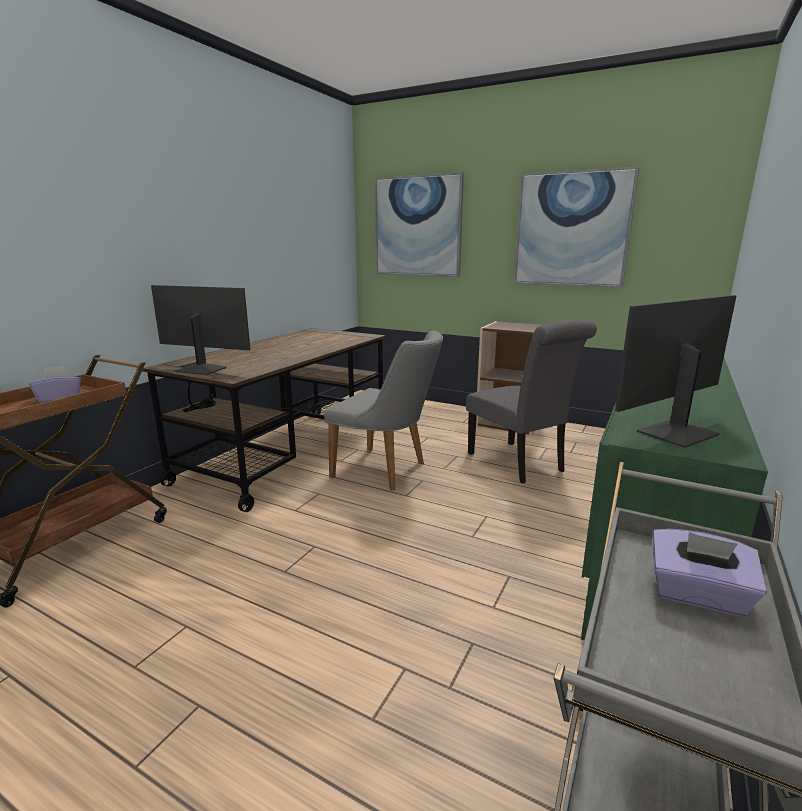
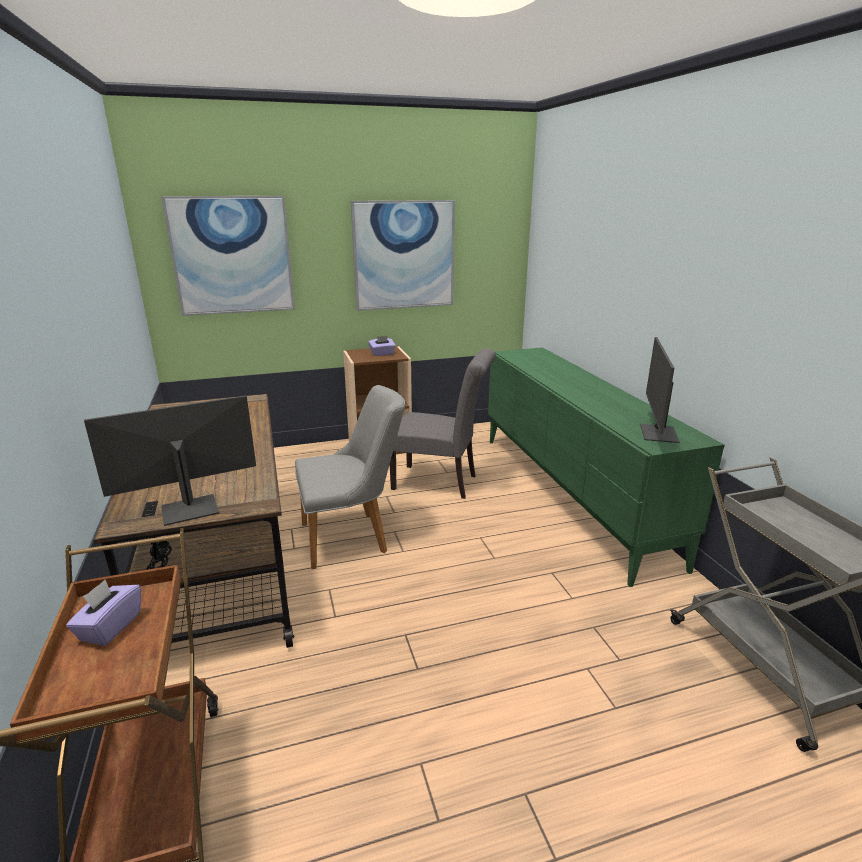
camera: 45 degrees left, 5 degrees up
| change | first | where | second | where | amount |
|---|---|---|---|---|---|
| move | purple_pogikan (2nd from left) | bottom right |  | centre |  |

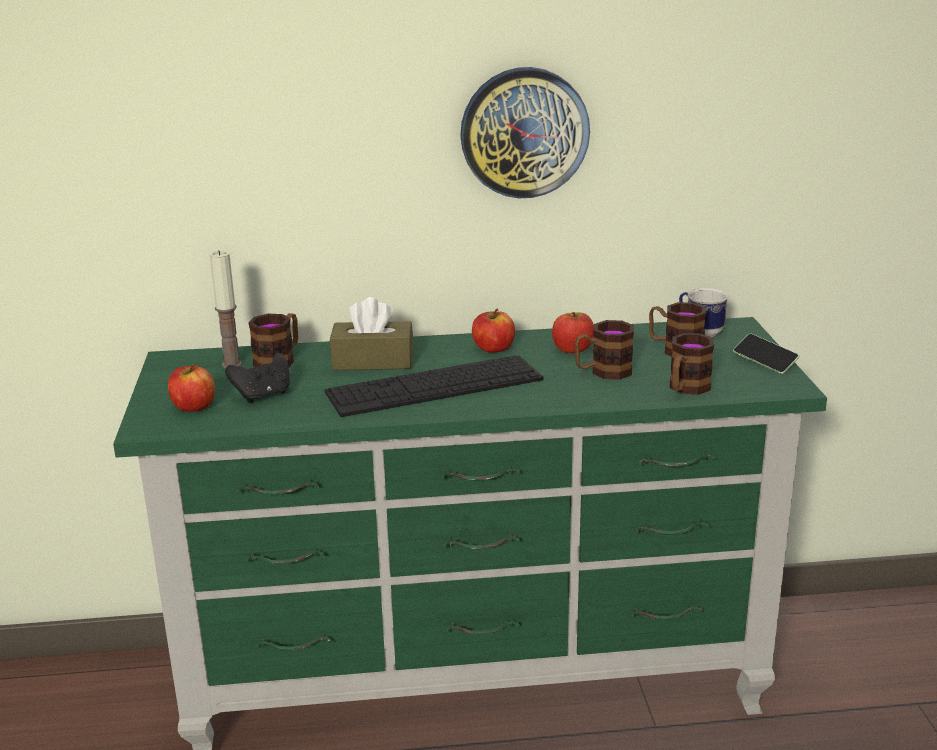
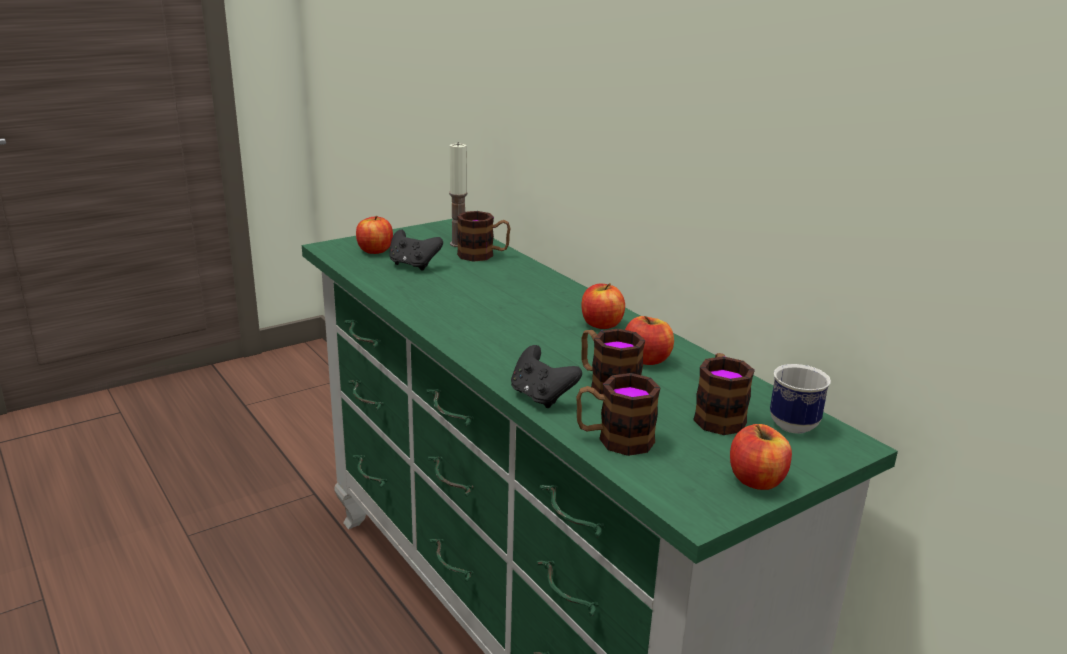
camera: 60 degrees right, 0 degrees up
| change | first | where | second | where | amount |
|---|---|---|---|---|---|
| insert |  |  | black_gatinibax (2nd from left) | centre |  |
| replace | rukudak | middle right | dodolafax (4th from left) | bottom right |  |
| delete | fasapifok | centre |  |  |  |
| delete | brown_pogikan | centre |  |  |  |
| delete | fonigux | top centre |  |  |  |

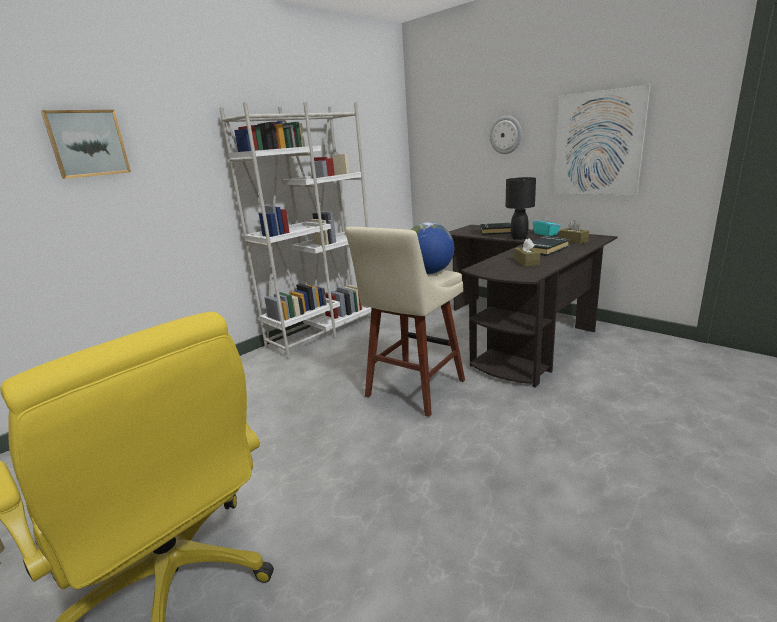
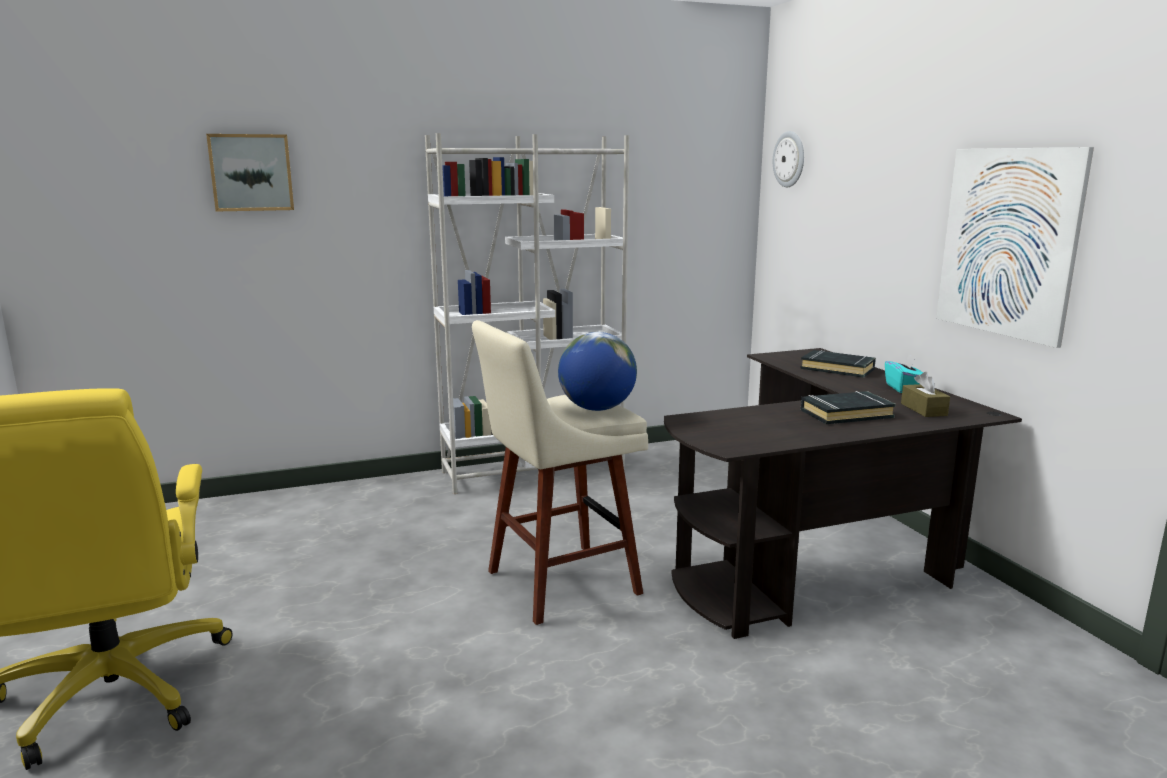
camera: 25 degrees right, 5 degrees down
| change | first | where | second | where | amount |
|---|---|---|---|---|---|
| move | fonigux | top centre |  | top right |  |
| delete | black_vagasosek | middle right |  |  |  |
| delete | brown_pogikan (1st from left) | middle right |  |  |  |

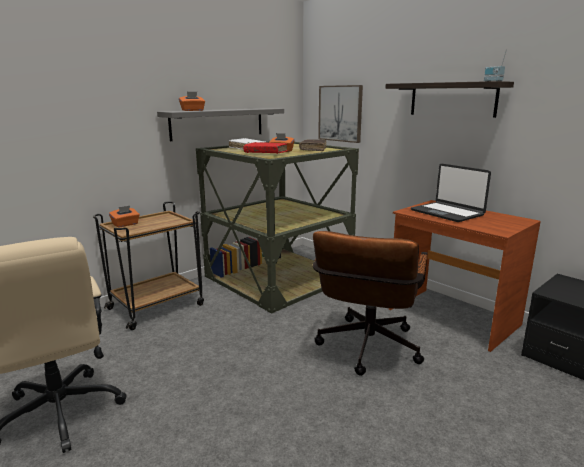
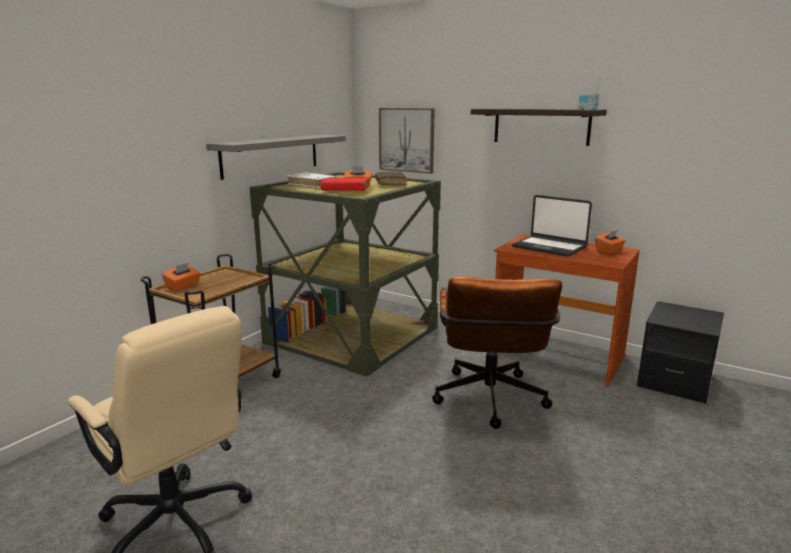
camera: 15 degrees left, 0 degrees up
| change | first | where | second | where | amount |
|---|---|---|---|---|---|
| move | orange_pogikan (2nd from left in the first image) | top left | orange_pogikan (3rd from left) | middle right |  |

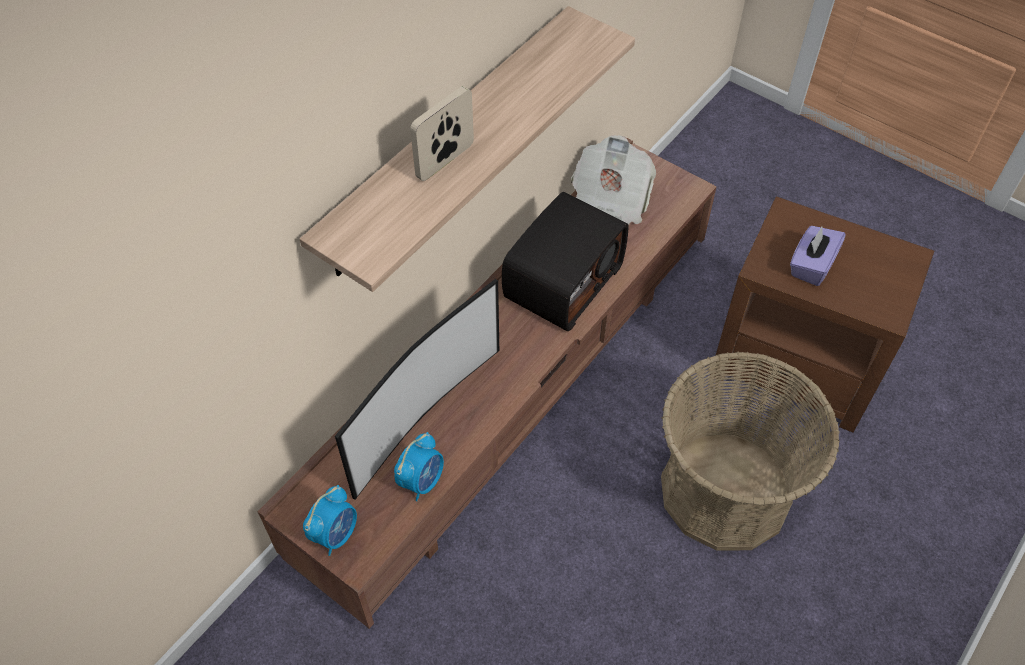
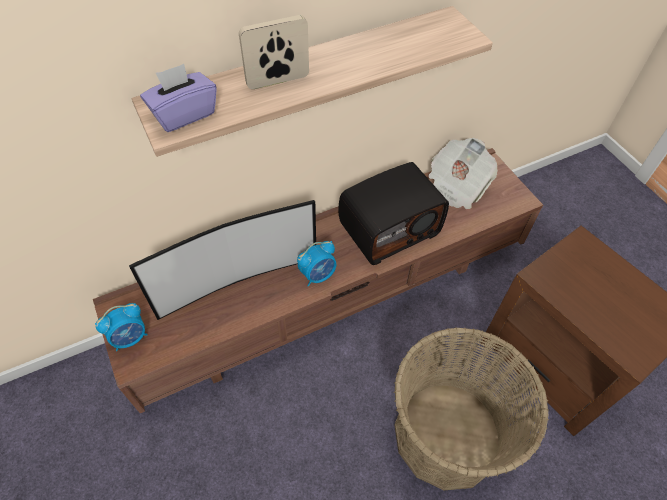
camera: 25 degrees right, 0 degrees up
| change | first | where | second | where | amount |
|---|---|---|---|---|---|
| move | purple_pogikan | middle right |  | top left |  |
| move | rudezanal (2nd from left) | bottom centre |  | centre |  |

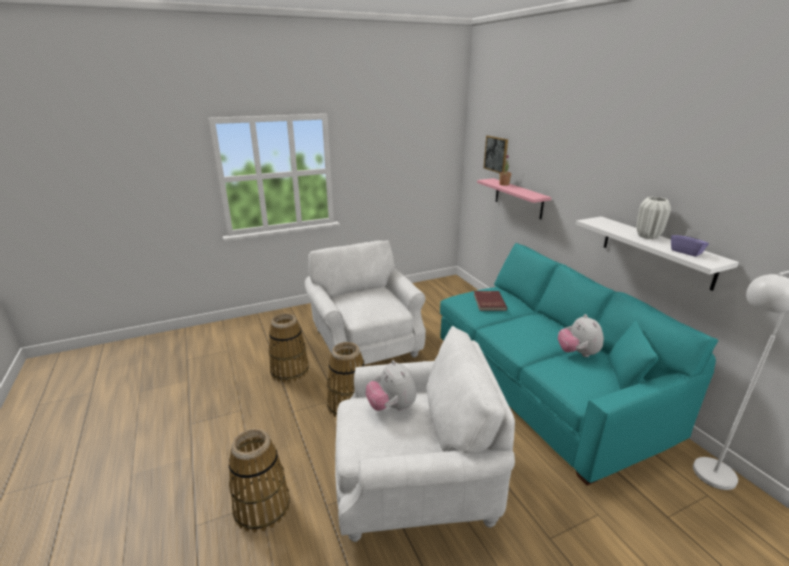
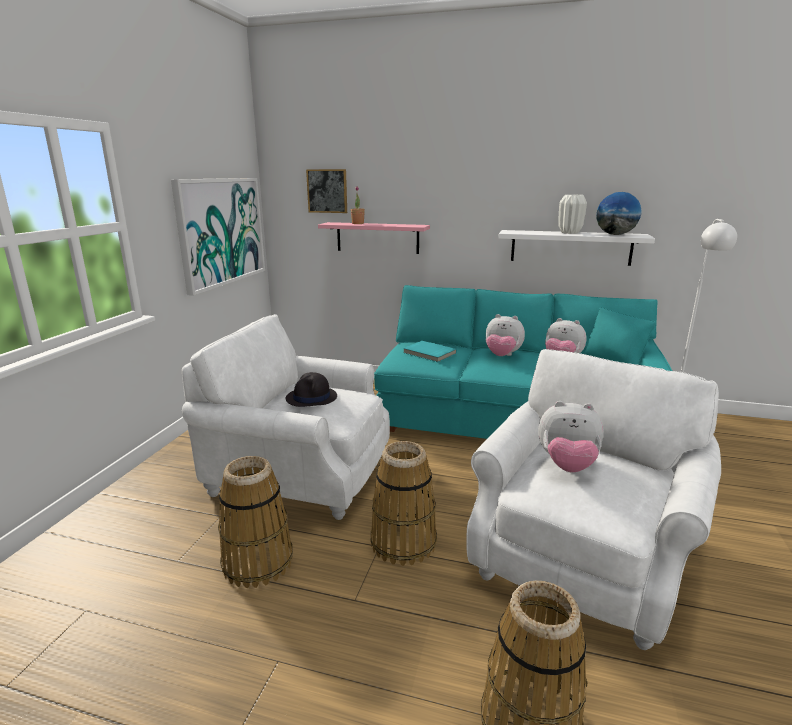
camera: 50 degrees left, 5 degrees down
| change | first | where | second | where | amount |
|---|---|---|---|---|---|
| insert |  |  | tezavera (1st from left) | top left |  |
| insert |  |  | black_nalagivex | centre |  |
| recolor | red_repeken | centre | turquoise_repeken | centre |  |
| insert |  |  | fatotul (1st from left) | centre |  |
| replace | purple_pogikan | middle right | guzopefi | top right |  |

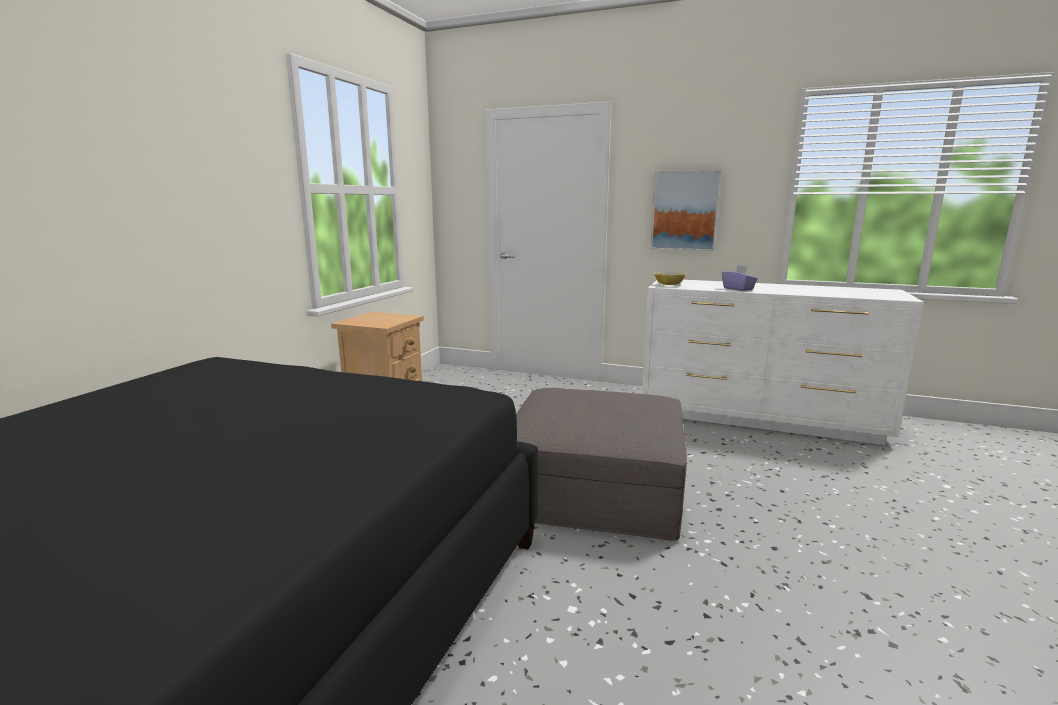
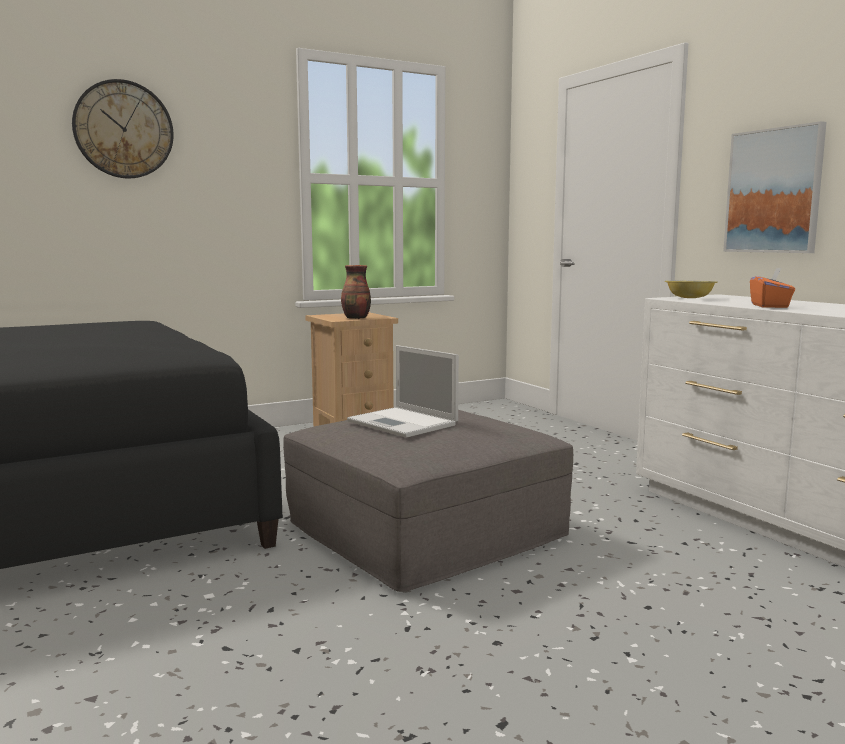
camera: 40 degrees right, 5 degrees down
| change | first | where | second | where | amount |
|---|---|---|---|---|---|
| insert |  |  | fonigux | top left |  |
| insert |  |  | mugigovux | centre |  |
| insert |  |  | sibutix | centre |  |
| recolor | purple_pogikan | middle right | orange_pogikan | middle right |  |

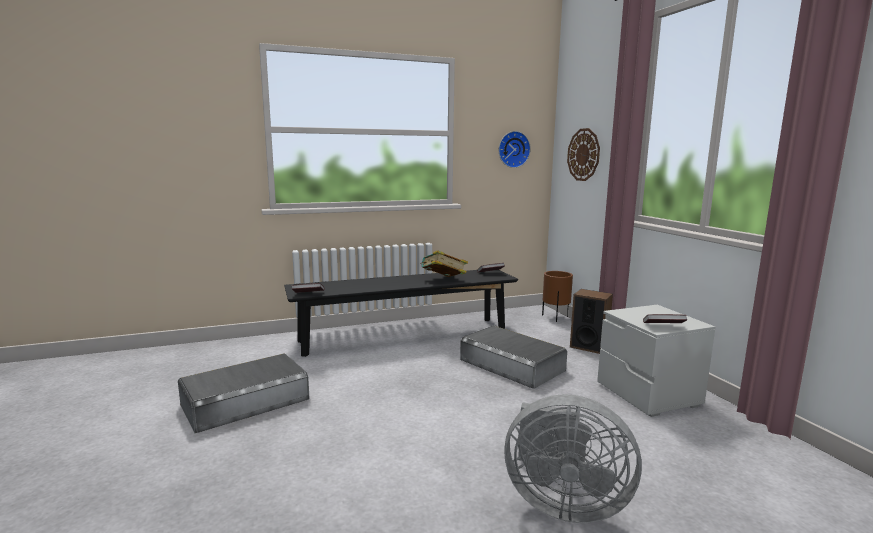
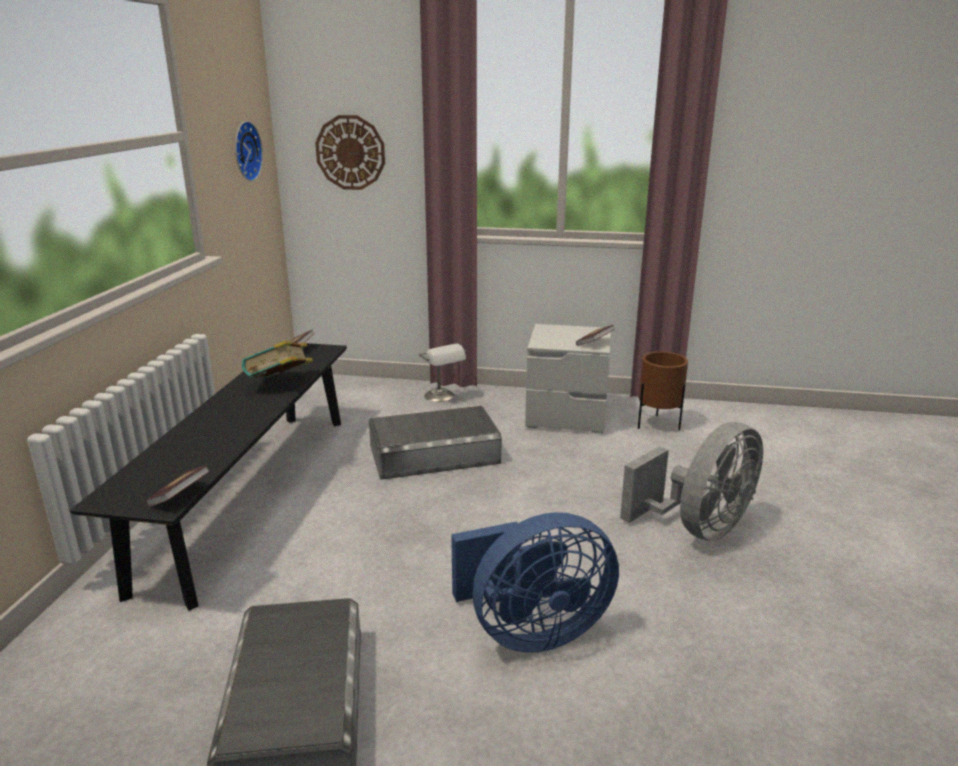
camera: 60 degrees left, 10 degrees up
| change | first | where | second | where | amount |
|---|---|---|---|---|---|
| replace | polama | middle right | white_vagasosek | centre |  |
| insert |  |  | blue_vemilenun | bottom centre |  |
| move | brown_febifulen | centre |  | middle right |  |

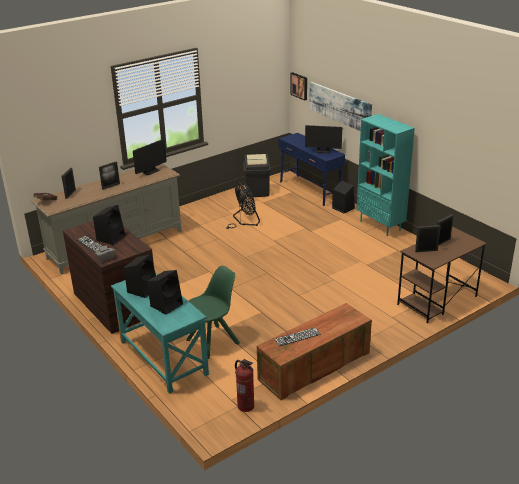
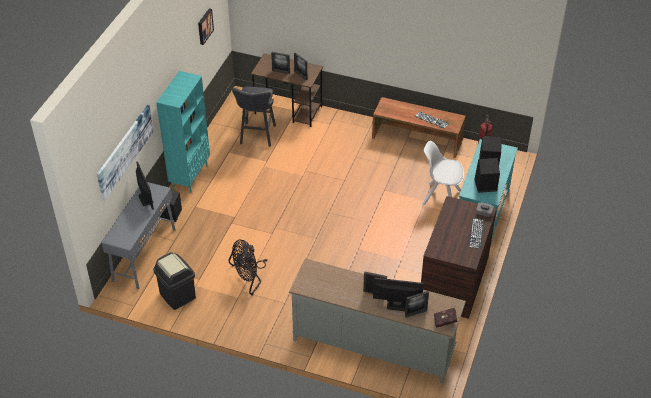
camera: 125 degrees left, 15 degrees up
| change | first | where | second | where | amount |
|---|---|---|---|---|---|
| recolor | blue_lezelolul | centre | grey_lezelolul | middle left |  |
| move | tezavera (1st from left in the first image) | top centre | tezavera (2nd from left) | top left |  |
| rotate | black_vemilenun | centre |  | bottom centre | 60 degrees counterclockwise |
| insert |  |  | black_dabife | top centre |  |
| move | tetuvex (1st from left in the first image) | top left | tetuvex (2nd from left) | bottom centre |  |
| recolor | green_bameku | centre | white_bameku | middle right |  |
| delete | black_polama (1st from left) | middle left |  |  |  |

